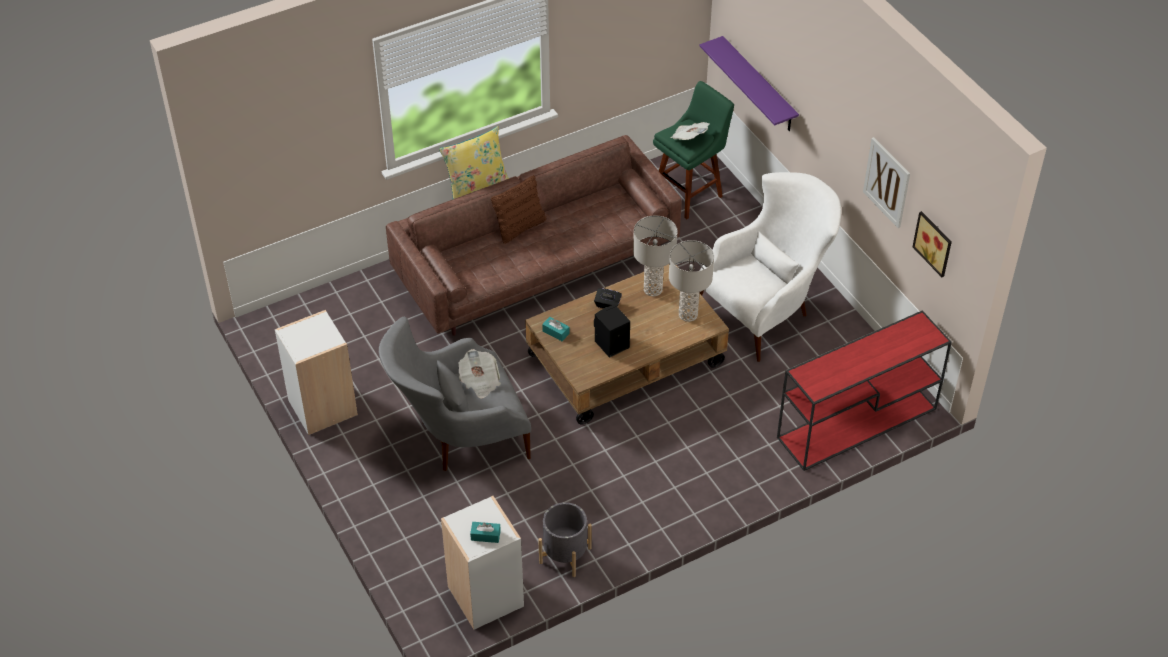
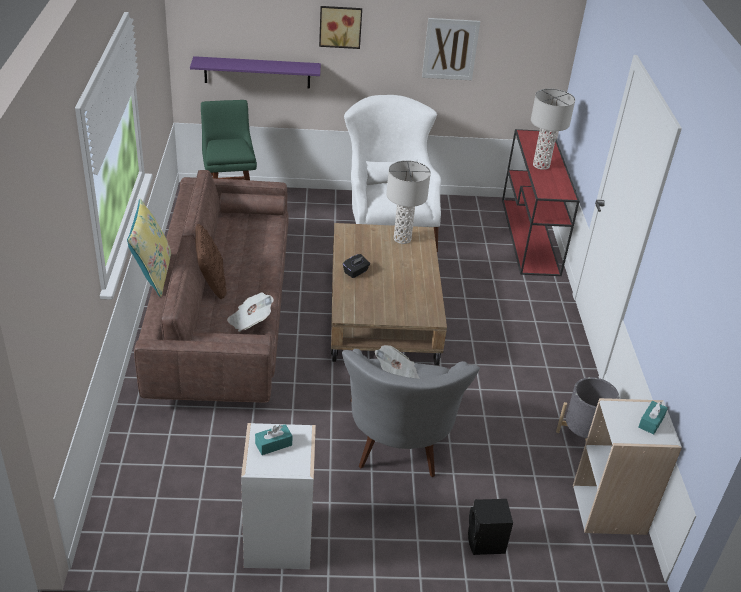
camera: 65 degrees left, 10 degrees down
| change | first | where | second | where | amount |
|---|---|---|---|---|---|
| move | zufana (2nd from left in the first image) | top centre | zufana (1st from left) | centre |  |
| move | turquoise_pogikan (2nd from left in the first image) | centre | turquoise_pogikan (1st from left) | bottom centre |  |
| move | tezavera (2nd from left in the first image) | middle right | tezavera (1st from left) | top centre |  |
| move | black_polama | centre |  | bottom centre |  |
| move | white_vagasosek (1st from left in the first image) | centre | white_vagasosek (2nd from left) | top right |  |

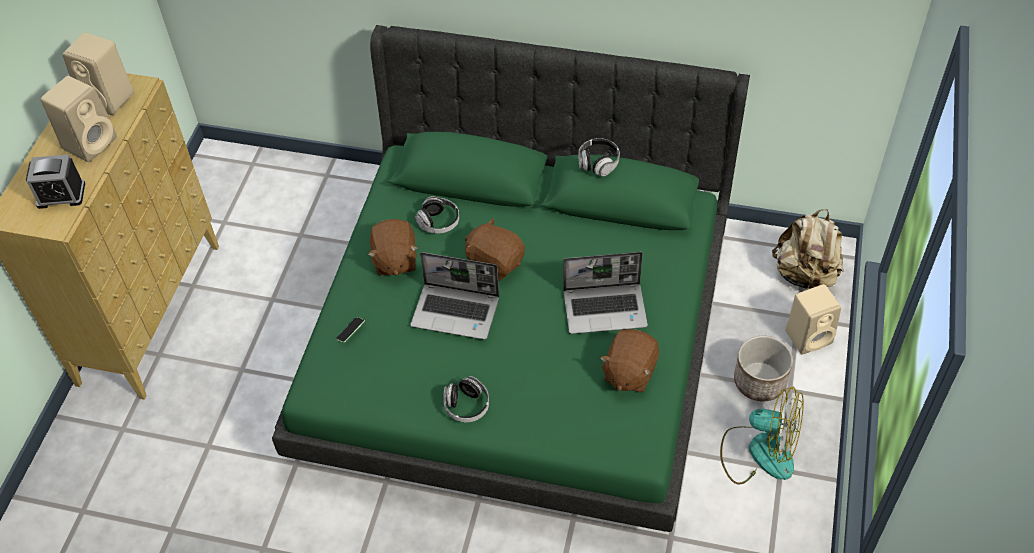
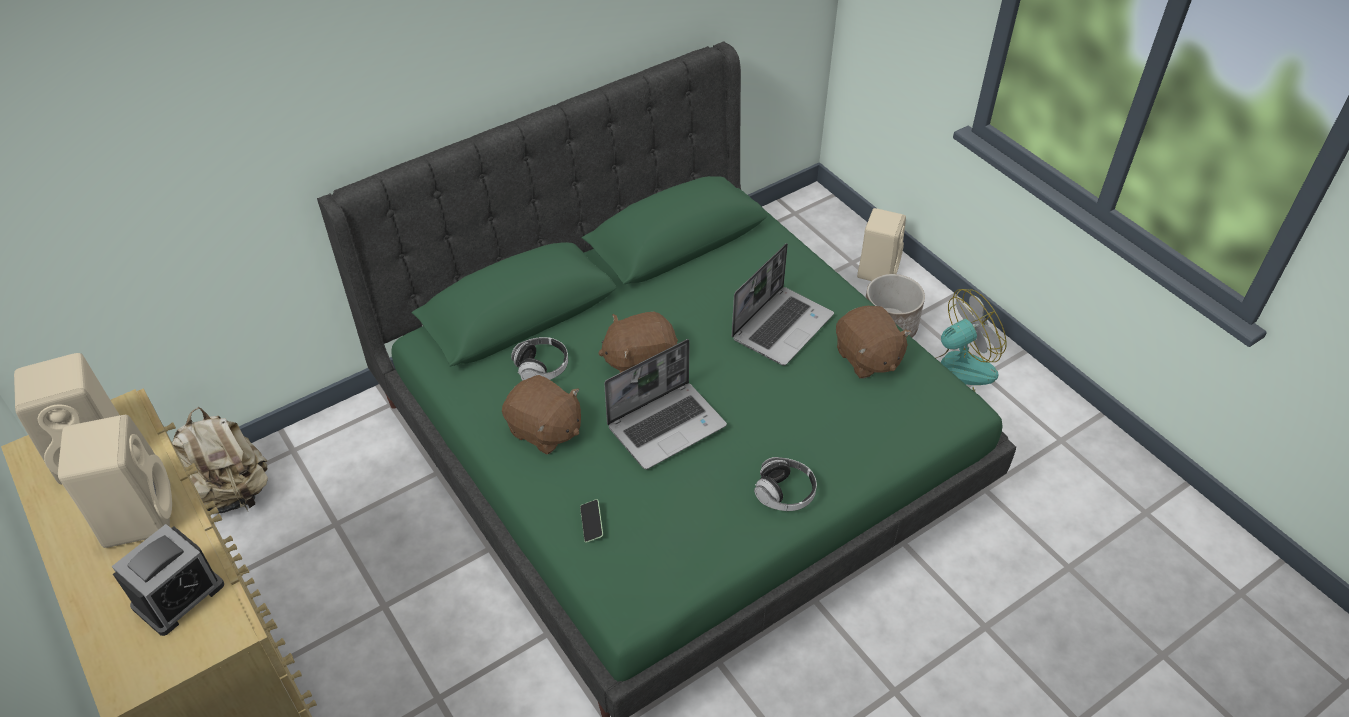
camera: 50 degrees left, 5 degrees down
| change | first | where | second | where | amount |
|---|---|---|---|---|---|
| move | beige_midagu | middle right |  | middle left |  |
| delete | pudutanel (3rd from left) | top centre |  |  |  |

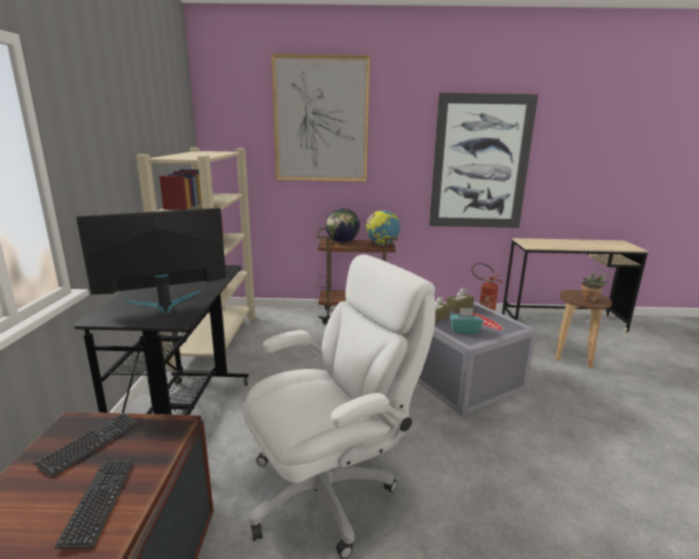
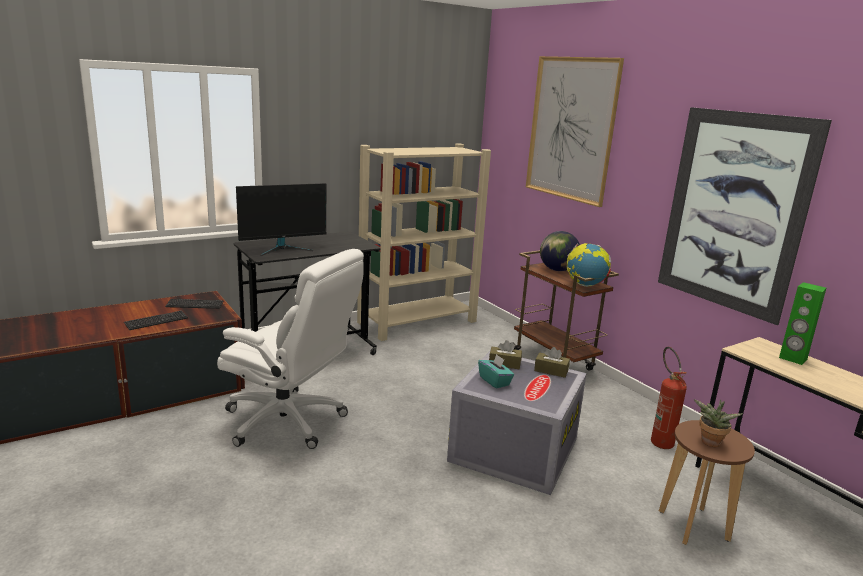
camera: 55 degrees right, 0 degrees up
| change | first | where | second | where | amount |
|---|---|---|---|---|---|
| rotate | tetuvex | middle left |  | middle left | 120 degrees clockwise |
| insert |  |  | green_polama | middle right |  |

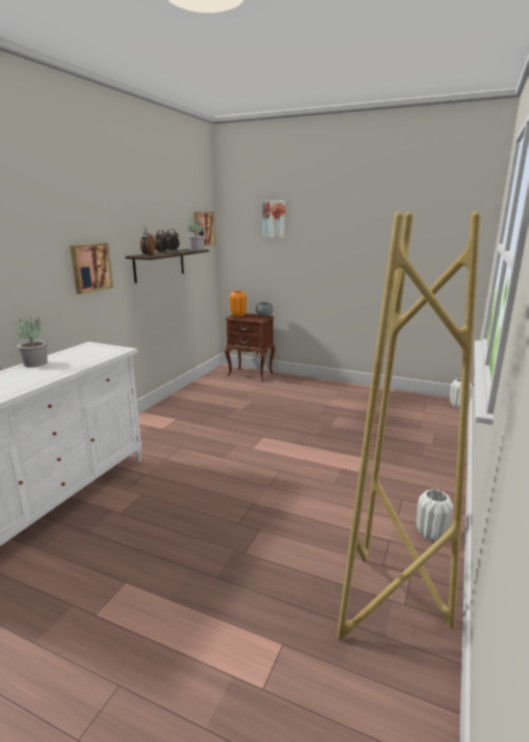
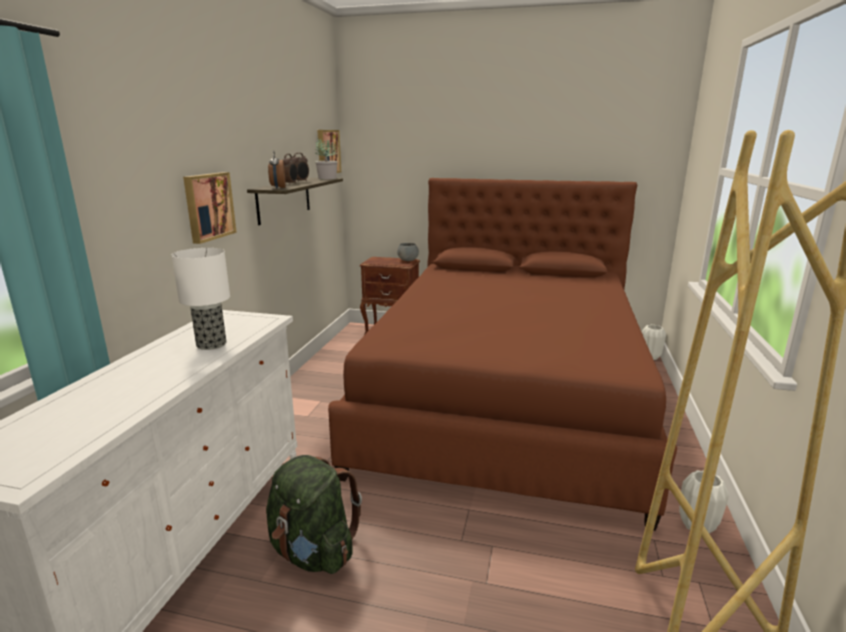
camera: 10 degrees left, 0 degrees up
| change | first | where | second | where | amount |
|---|---|---|---|---|---|
| insert |  |  | vagasosek | middle left |  |
| insert |  |  | green_midagu | bottom centre |  |
| insert |  |  | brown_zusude | centre |  |
| delete | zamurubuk (1st from left) | middle left |  |  |  |
| delete | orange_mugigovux | centre |  |  |  |
| delete | tezavera (3rd from left) | top centre |  |  |  |

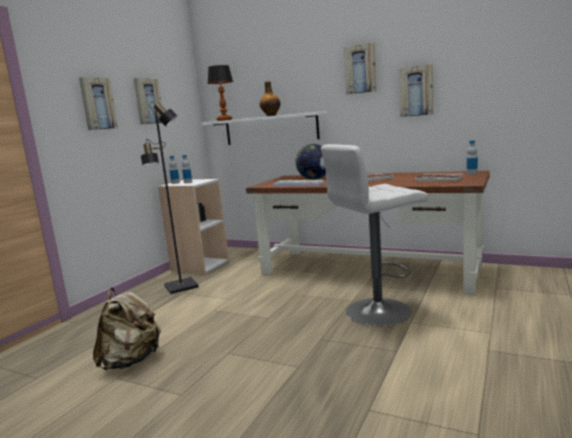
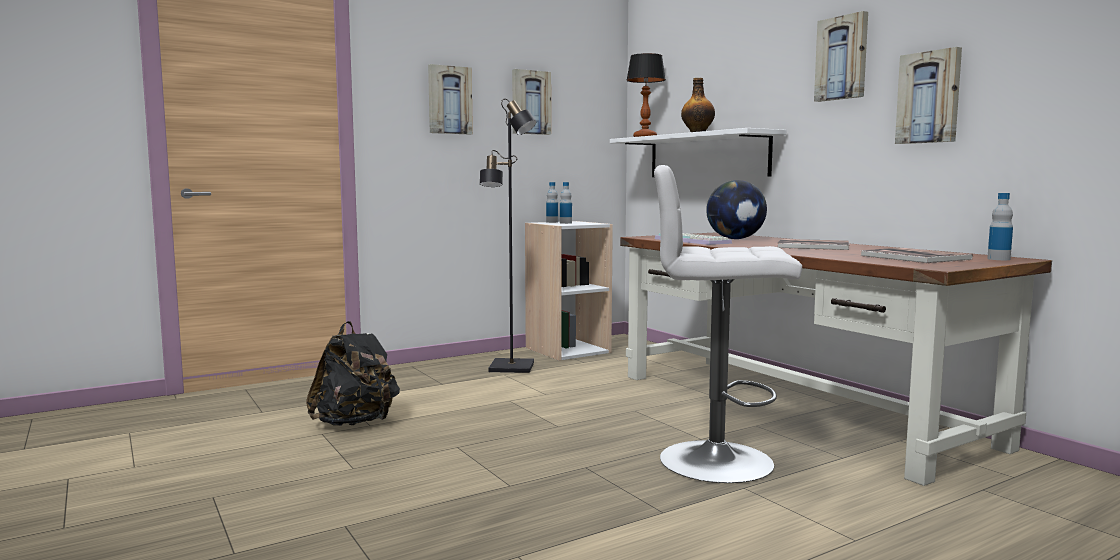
camera: 30 degrees right, 5 degrees down
| change | first | where | second | where | amount |
|---|---|---|---|---|---|
| recolor | beige_midagu | bottom left | black_midagu | middle left |  |

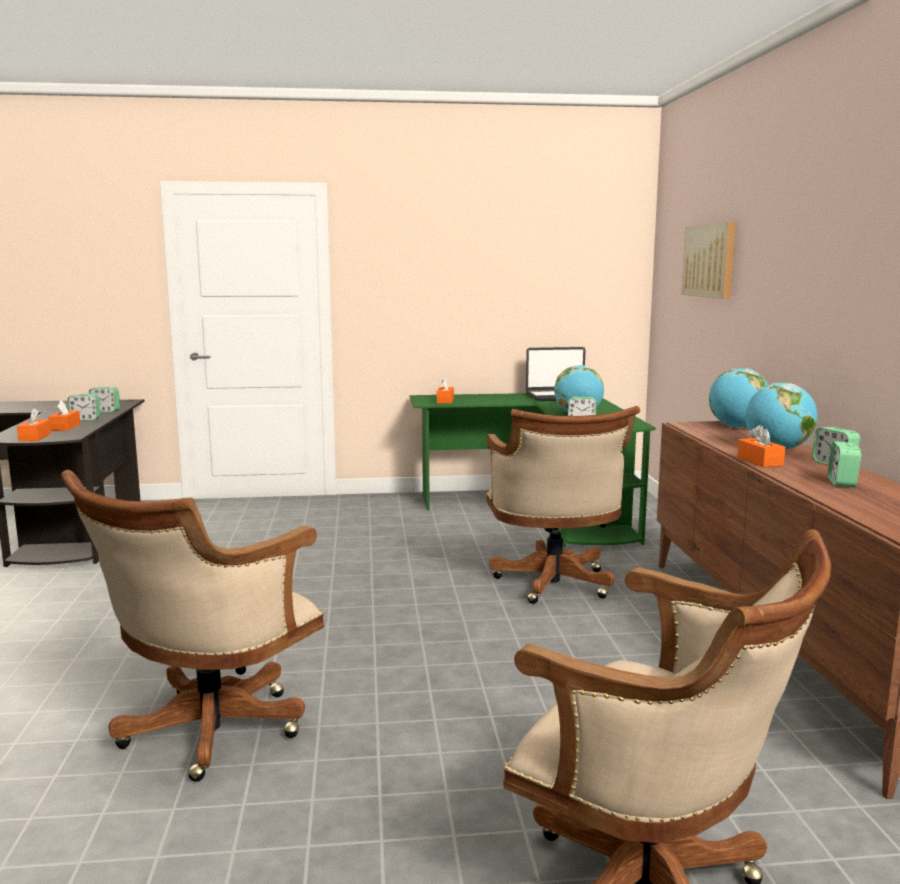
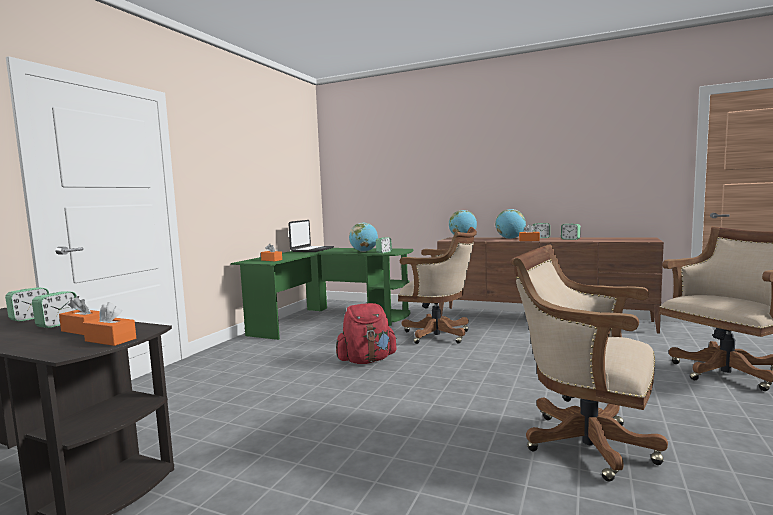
camera: 60 degrees left, 5 degrees down
| change | first | where | second | where | amount |
|---|---|---|---|---|---|
| insert |  |  | red_midagu | centre |  |
| rotate | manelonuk (1st from left in the first image) | bottom left | manelonuk (2nd from left) | bottom right | 150 degrees clockwise |
| delete | tezavera | top right |  |  |  |

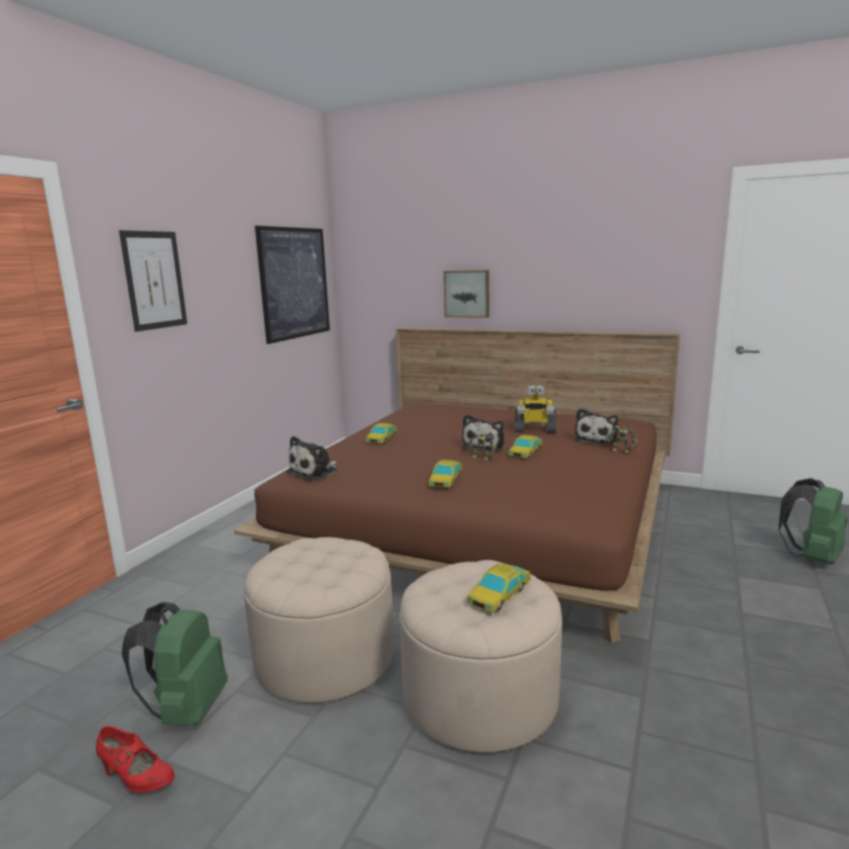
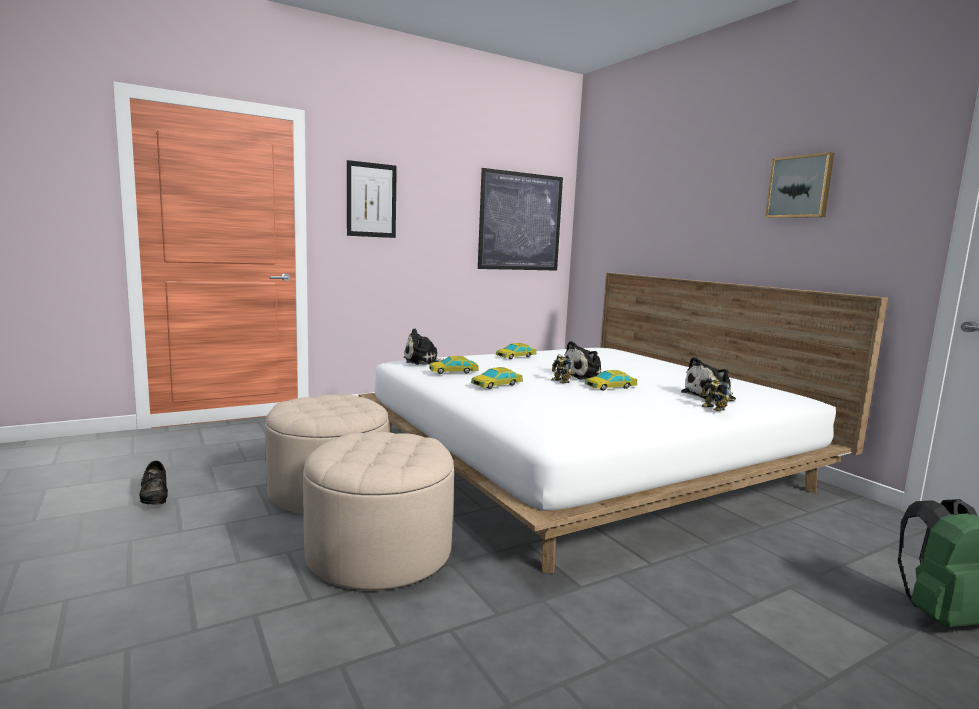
camera: 35 degrees right, 5 degrees down
| change | first | where | second | where | amount |
|---|---|---|---|---|---|
| recolor | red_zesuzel | bottom left | black_zesuzel | bottom left |  |
| recolor | brown_zusude | centre | white_zusude | centre |  |
| move | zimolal (3rd from left in the first image) | bottom centre | zimolal (1st from left) | centre |  |
| move | tezavera (3rd from left) | centre |  | top right |  |
| delete | green_midagu (1st from left) | bottom left |  |  |  |
| delete | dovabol (2nd from left) | centre |  |  |  |

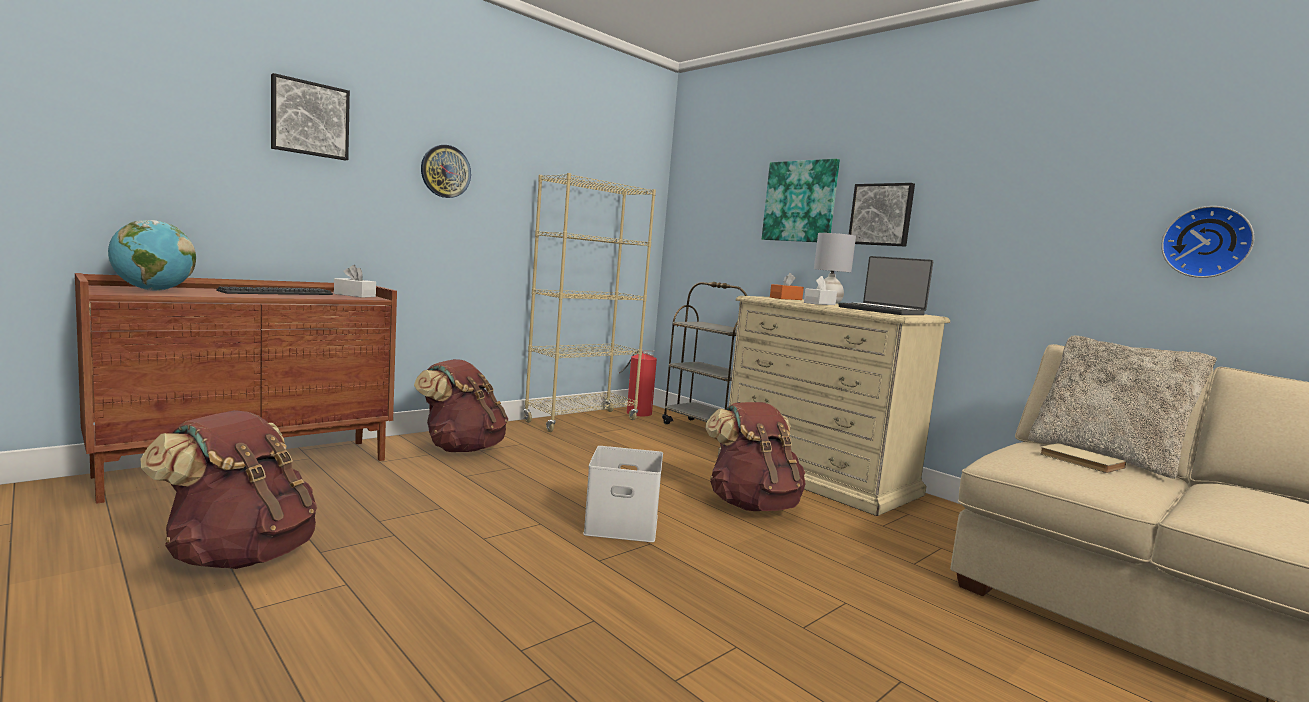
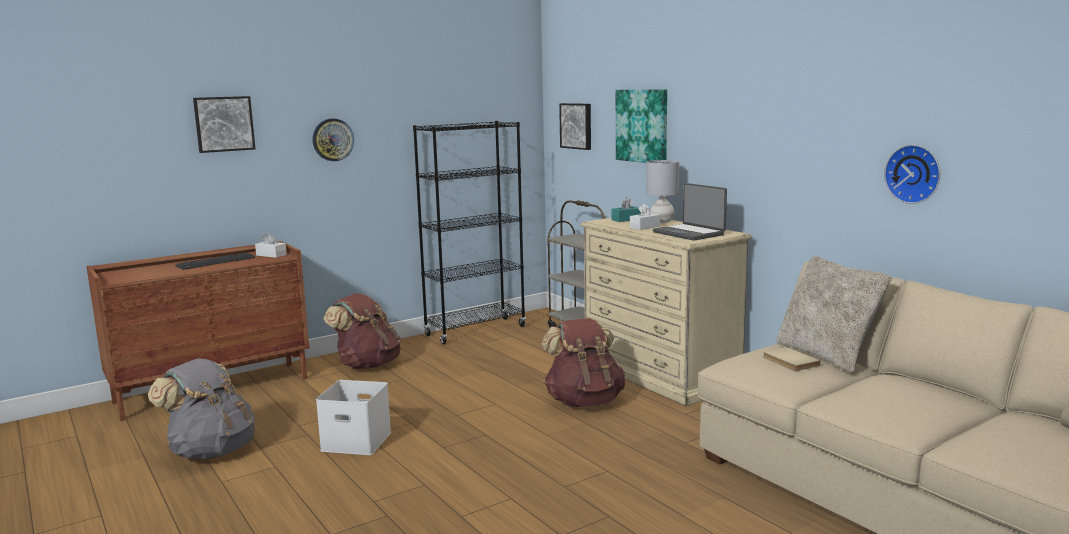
camera: 10 degrees right, 5 degrees up
| change | first | where | second | where | amount |
|---|---|---|---|---|---|
| recolor | brown_midagu (1st from left) | bottom left | grey_midagu | bottom left |  |
| move | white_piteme | bottom centre |  | bottom left |  |
| recolor | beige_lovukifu | centre | black_lovukifu | centre |  |
| move | tezavera (3rd from left in the first image) | top right | tezavera (2nd from left) | top centre |  |
| recolor | orange_pogikan | centre | turquoise_pogikan | centre |  |
| delete | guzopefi | middle left |  |  |  |
| delete | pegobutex | centre |  |  |  |

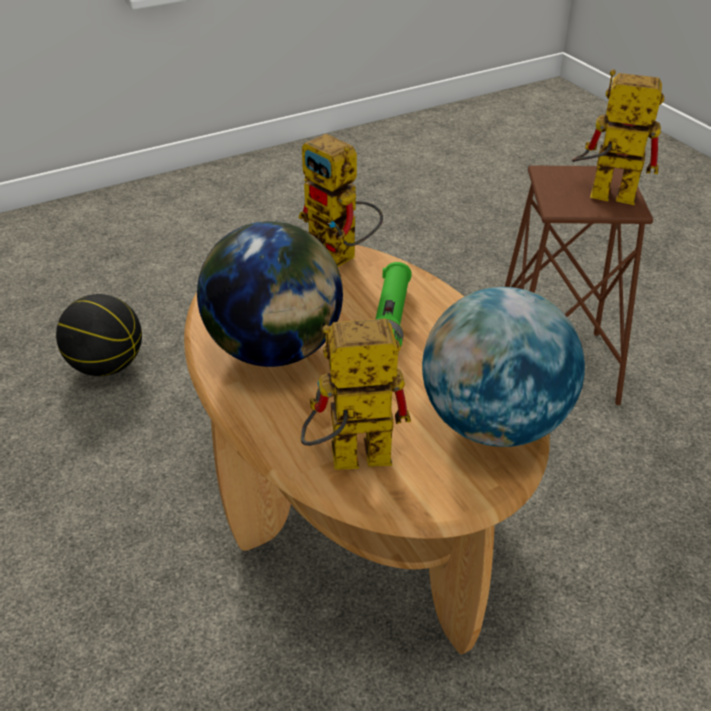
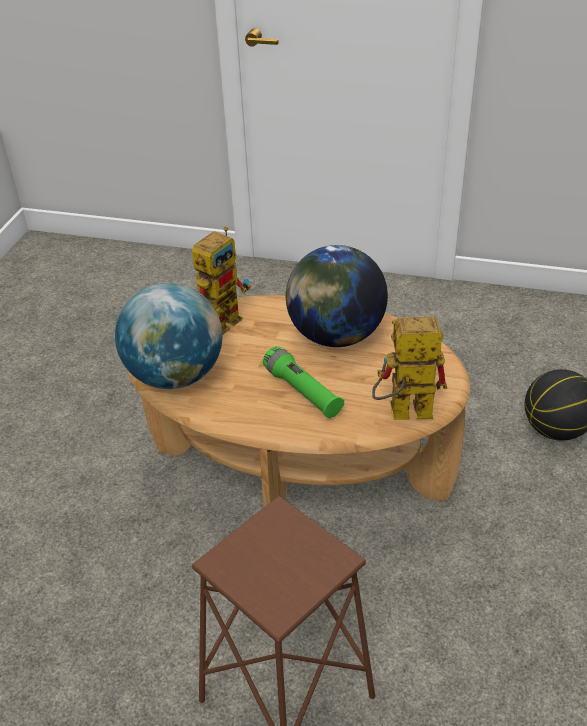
camera: 135 degrees right, 0 degrees up
| change | first | where | second | where | amount |
|---|---|---|---|---|---|
| delete | dovabol (3rd from left) | top right |  |  |  |

